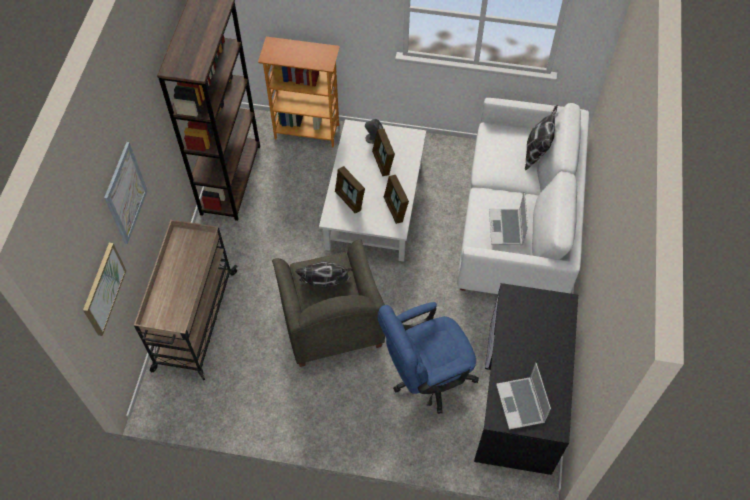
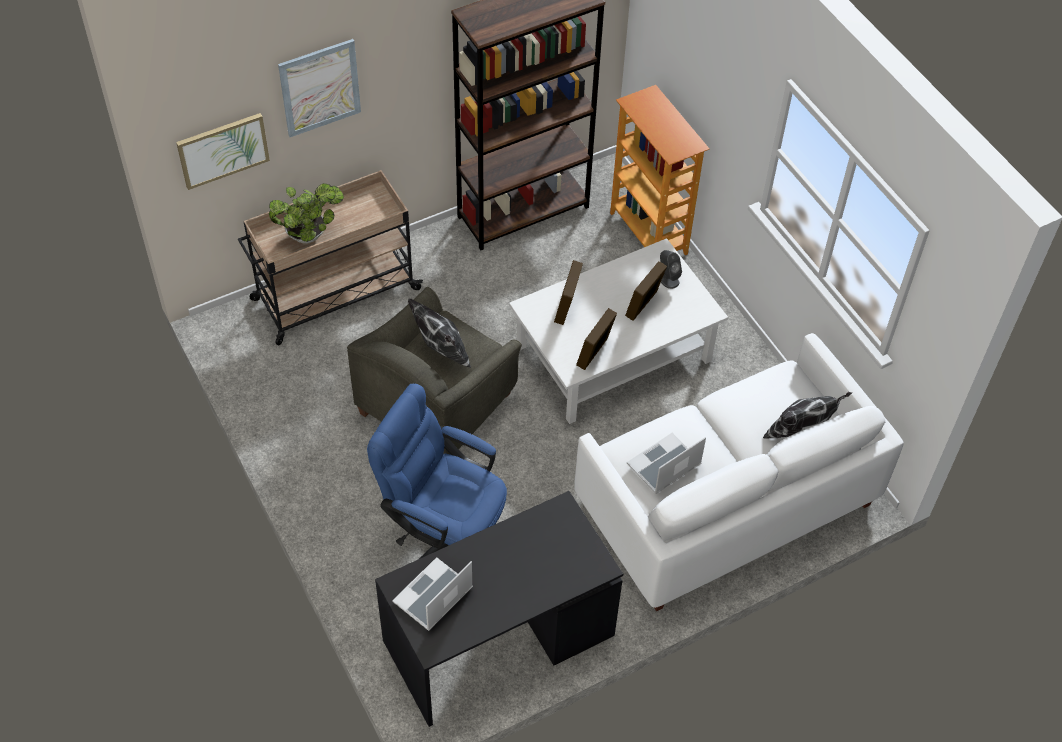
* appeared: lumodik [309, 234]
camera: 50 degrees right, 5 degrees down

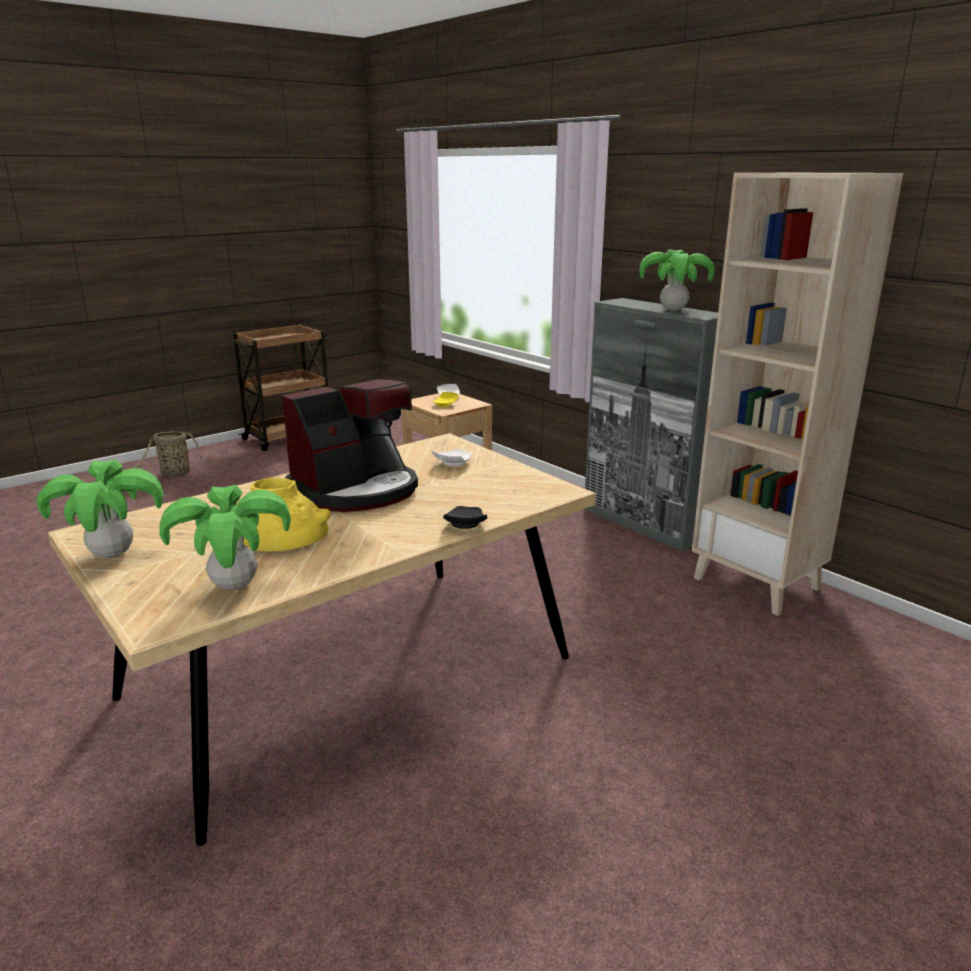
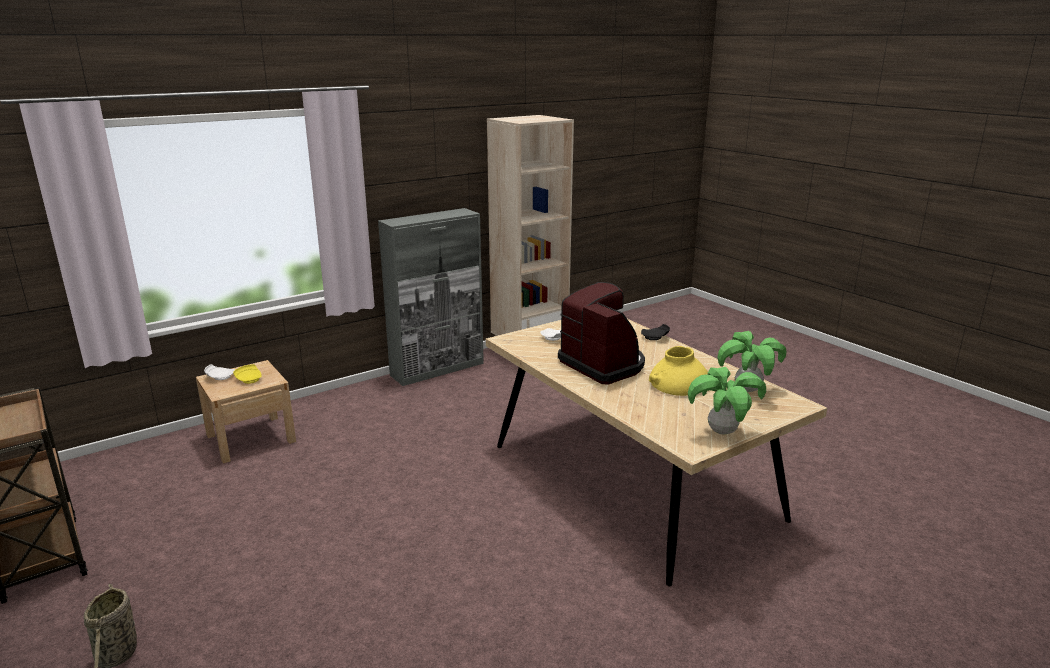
* missing: lumodik [673, 310]
camera: 85 degrees left, 0 degrees up

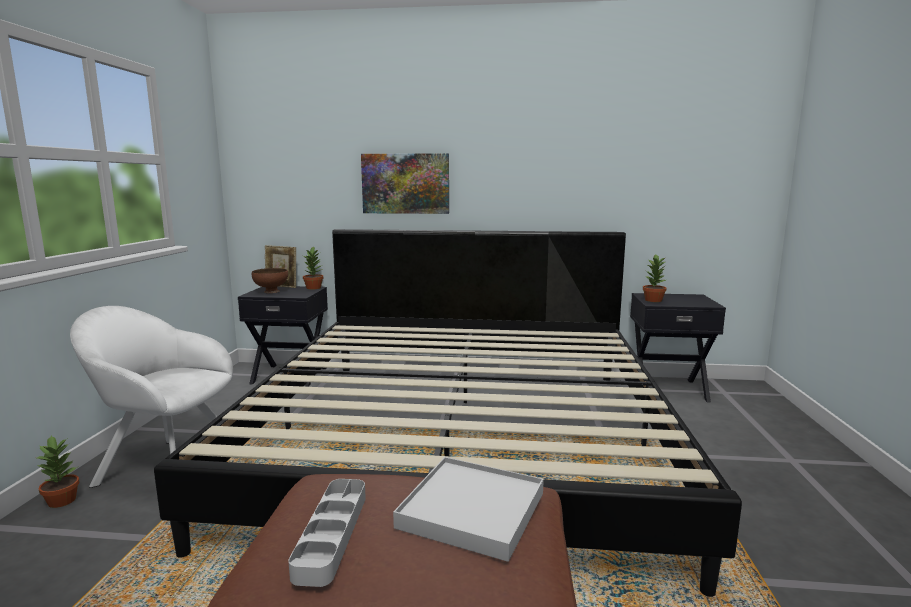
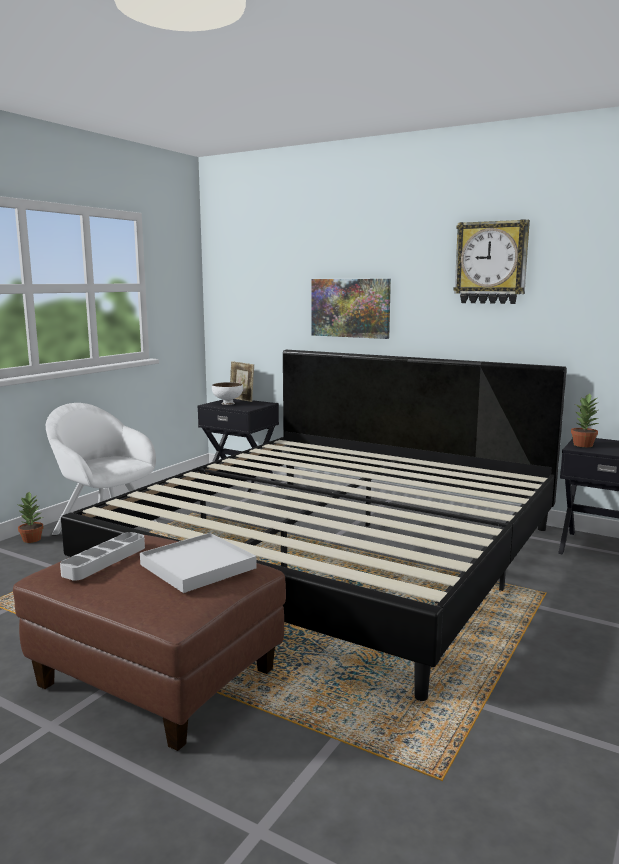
* colour: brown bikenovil [271, 291] to white bikenovil [227, 403]
* appeared: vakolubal [491, 263]
* missing: lumodik [314, 288]
camera: 25 degrees right, 0 degrees up

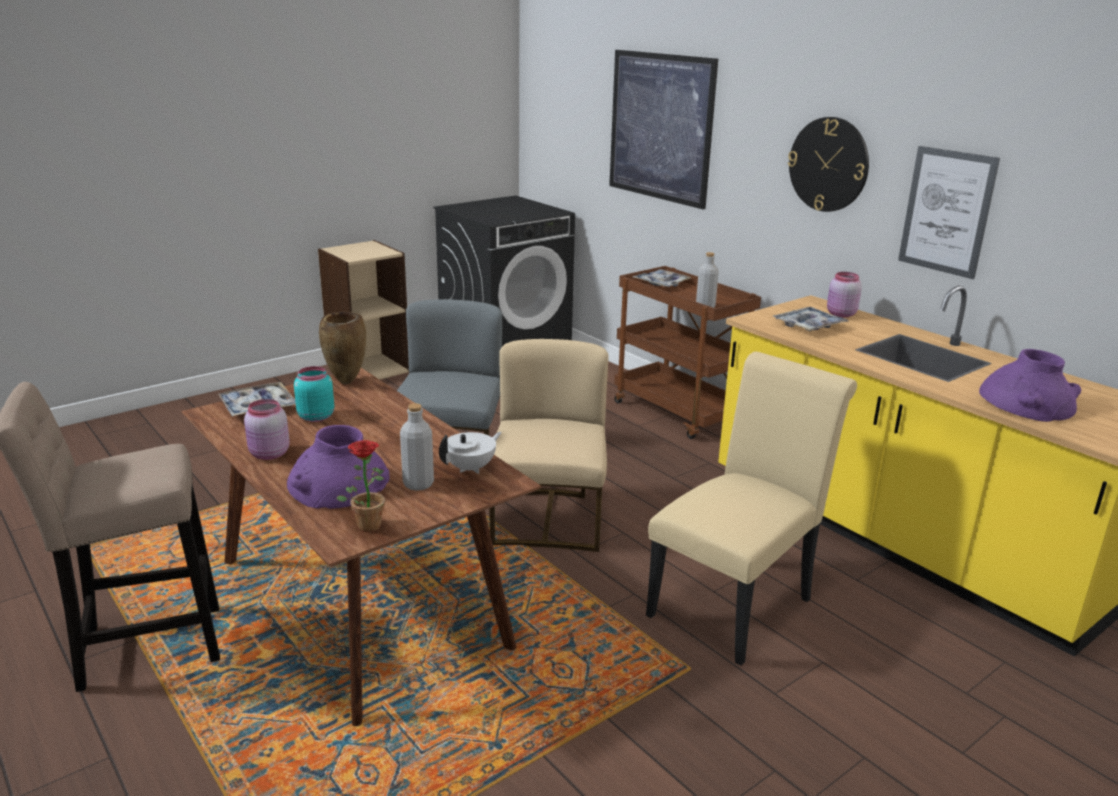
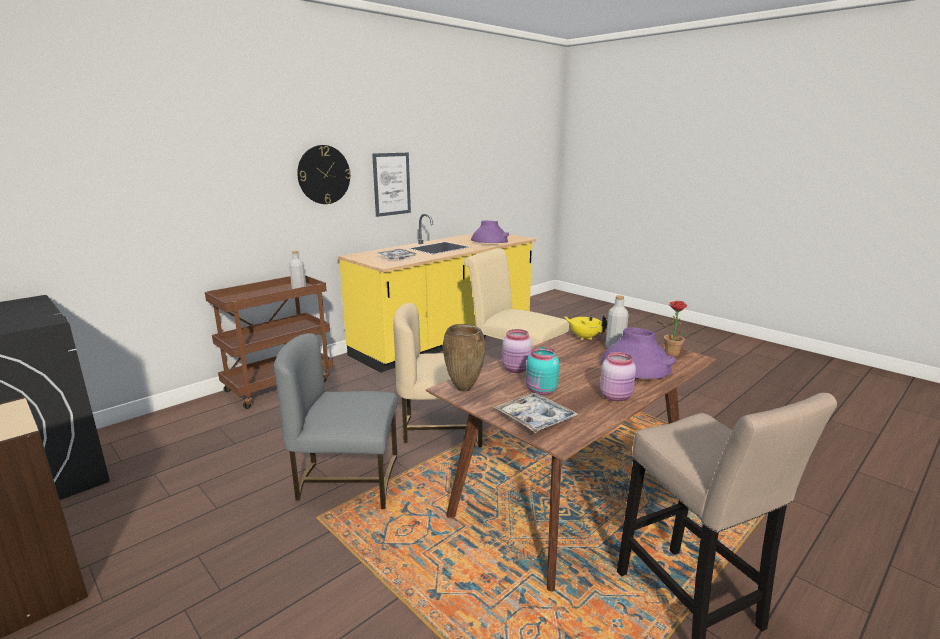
* relocated: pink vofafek [840, 314] to [517, 369]
* colour: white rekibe [471, 468] to yellow rekibe [584, 337]
* missing: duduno [660, 127]
* missing: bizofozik [661, 283]
camera: 95 degrees left, 5 degrees down

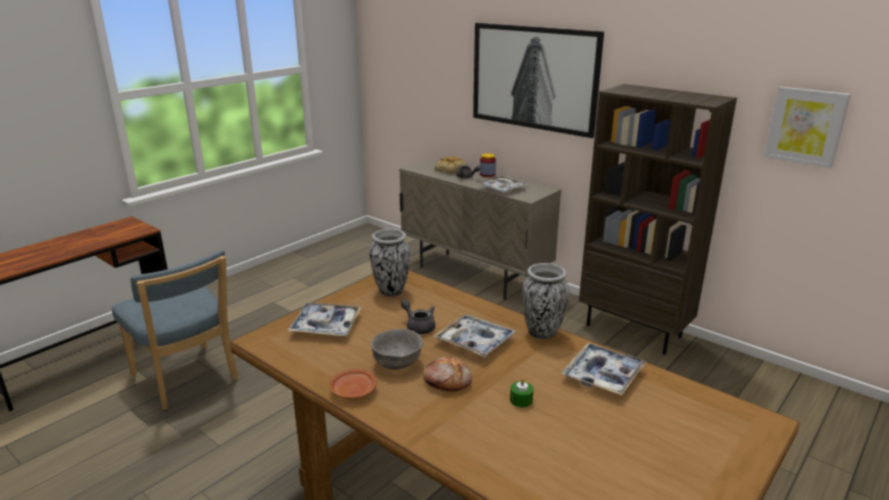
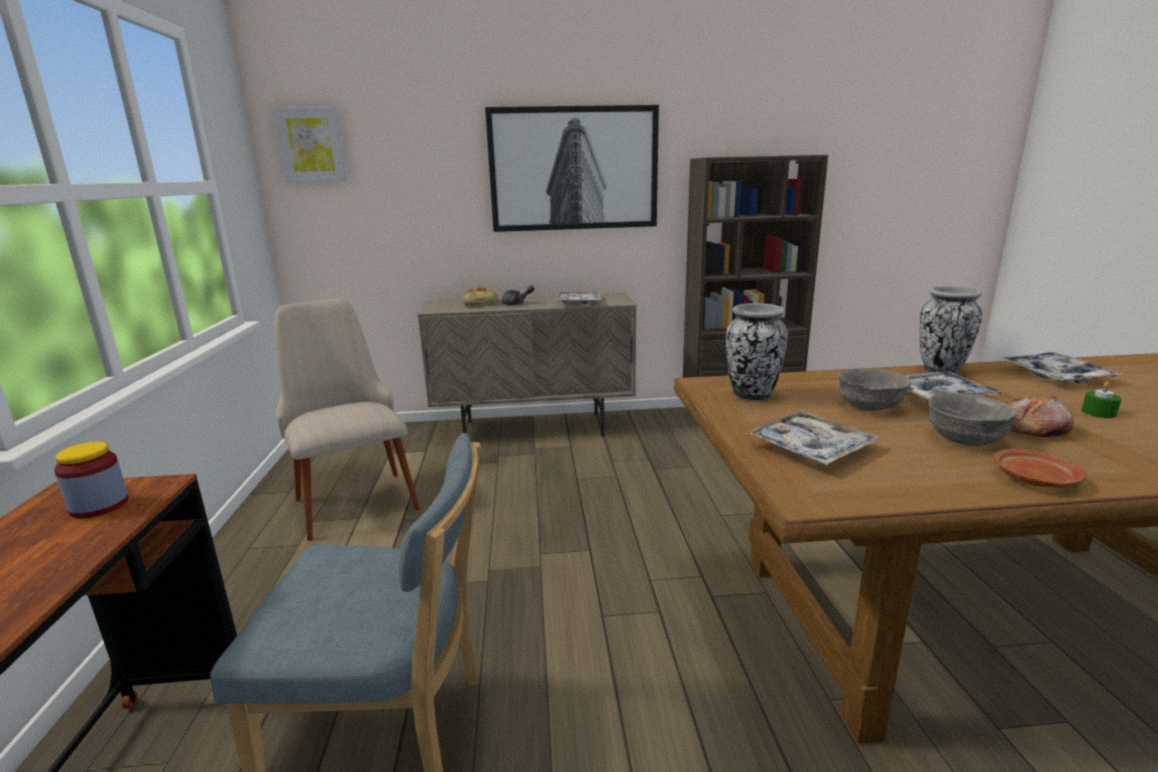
* relocated: vofafek [487, 174] to [99, 506]
* relocated: duduno [805, 126] to [312, 145]
* appeared: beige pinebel [352, 495]
* exchanged: grey rekibe [418, 326] to grey bikenovil [870, 407]
camera: 45 degrees left, 5 degrees down

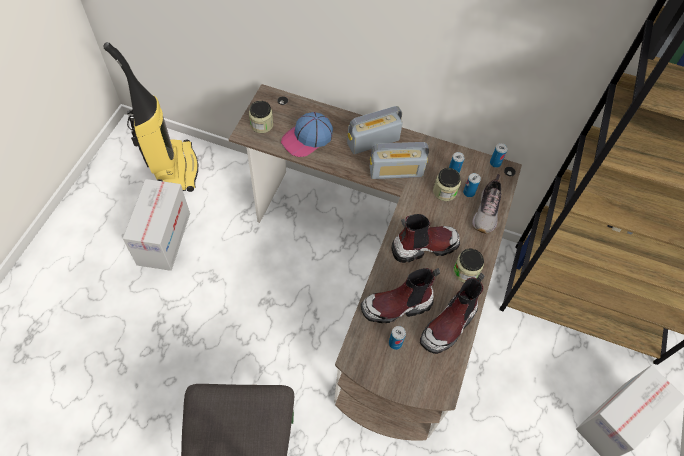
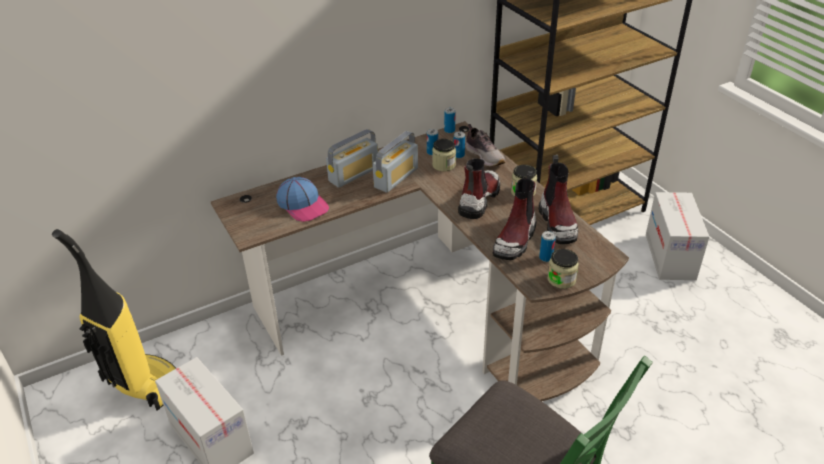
* spun: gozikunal [307, 138] = [303, 205] 45 degrees counterclockwise
* spun: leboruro [373, 142] = [354, 174] 150 degrees counterclockwise
* relocated: vofafek [262, 124] to [561, 279]
camera: 45 degrees left, 20 degrees down

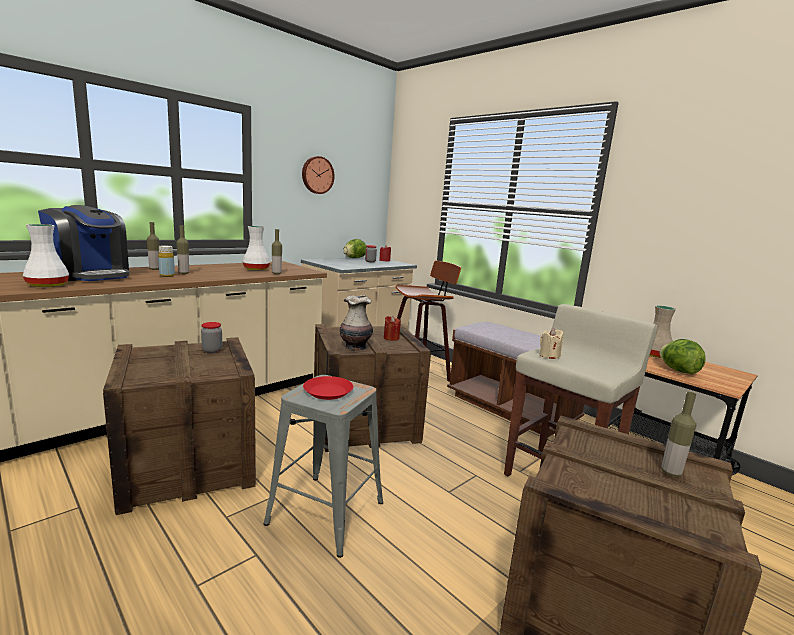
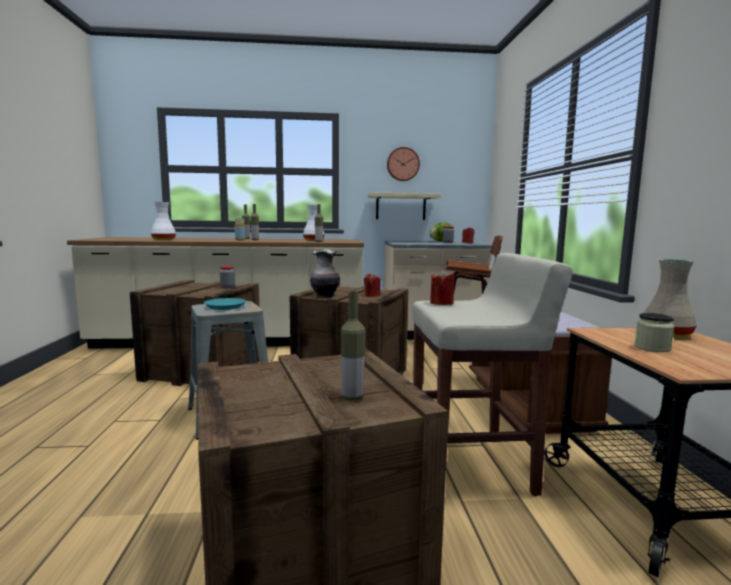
* colour: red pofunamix [327, 391] to turquoise pofunamix [225, 307]
* appeared: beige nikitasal [400, 207]
* colour: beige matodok [549, 356] to red matodok [441, 303]
* exchanged: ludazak [678, 370] to vofafek [652, 348]
* missing: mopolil [91, 275]
camera: 40 degrees right, 5 degrees down

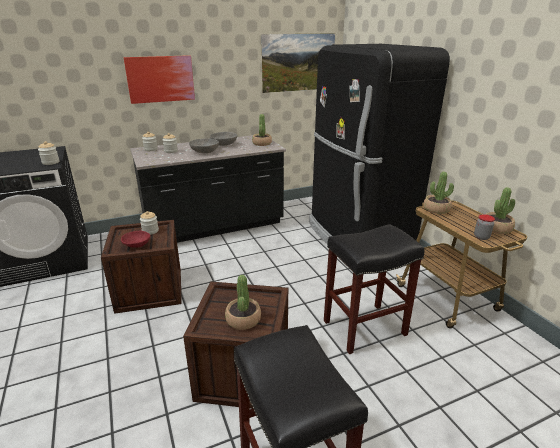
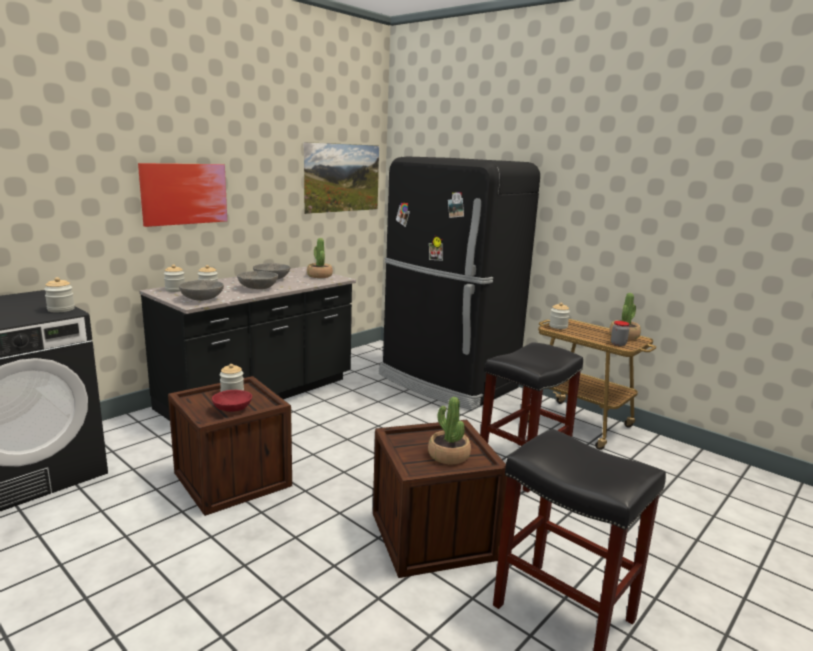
* appeared: grey bikenovil [201, 299]
* exchanged: lumodik [436, 209] to vofafek [558, 326]
camera: 25 degrees left, 10 degrees down

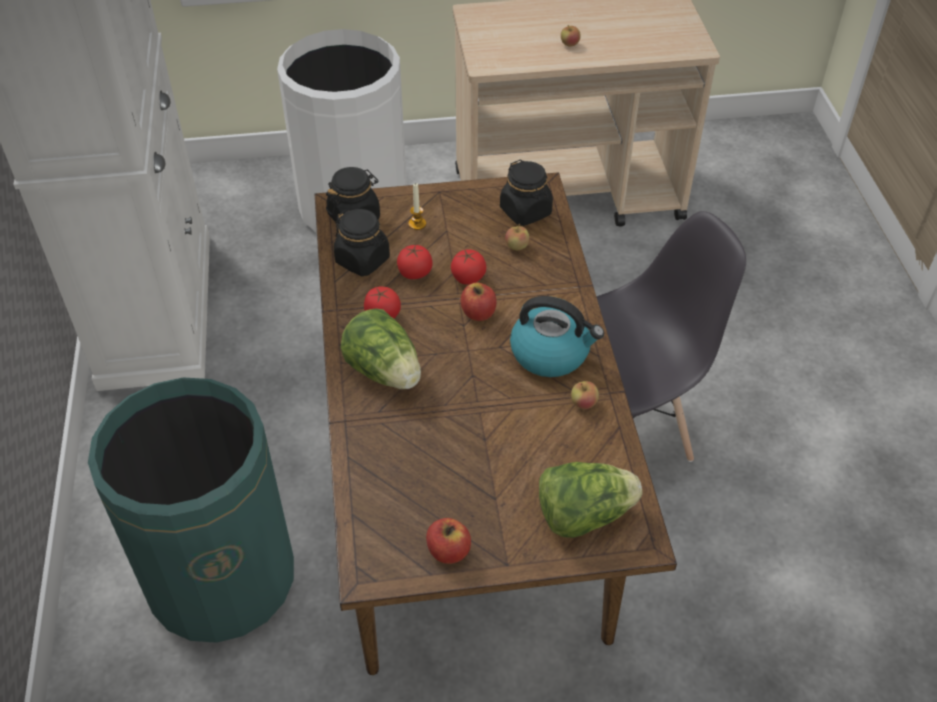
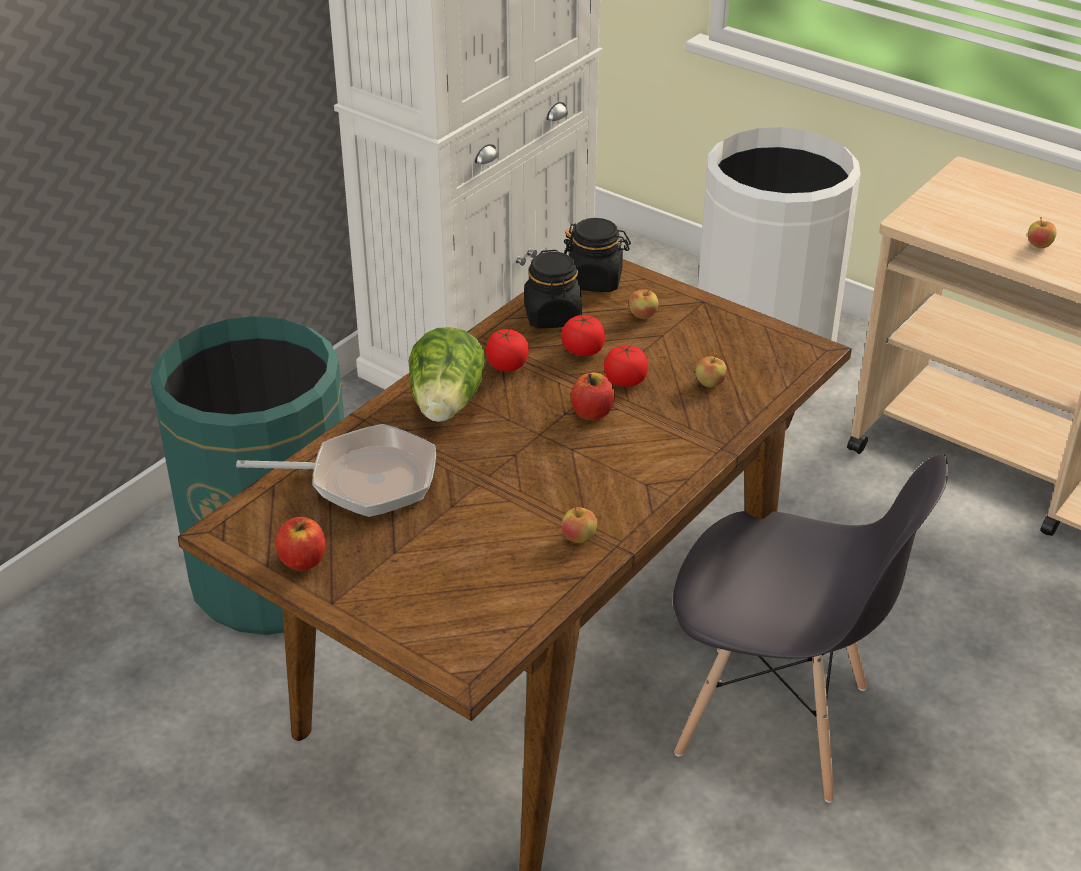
* appeared: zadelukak [364, 479]
* exchanged: matodok [417, 224] to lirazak [643, 315]
* missing: black vofafek [526, 211]
* missing: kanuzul [551, 353]
* missing: ludazak [583, 515]
camera: 45 degrees right, 10 degrees down

